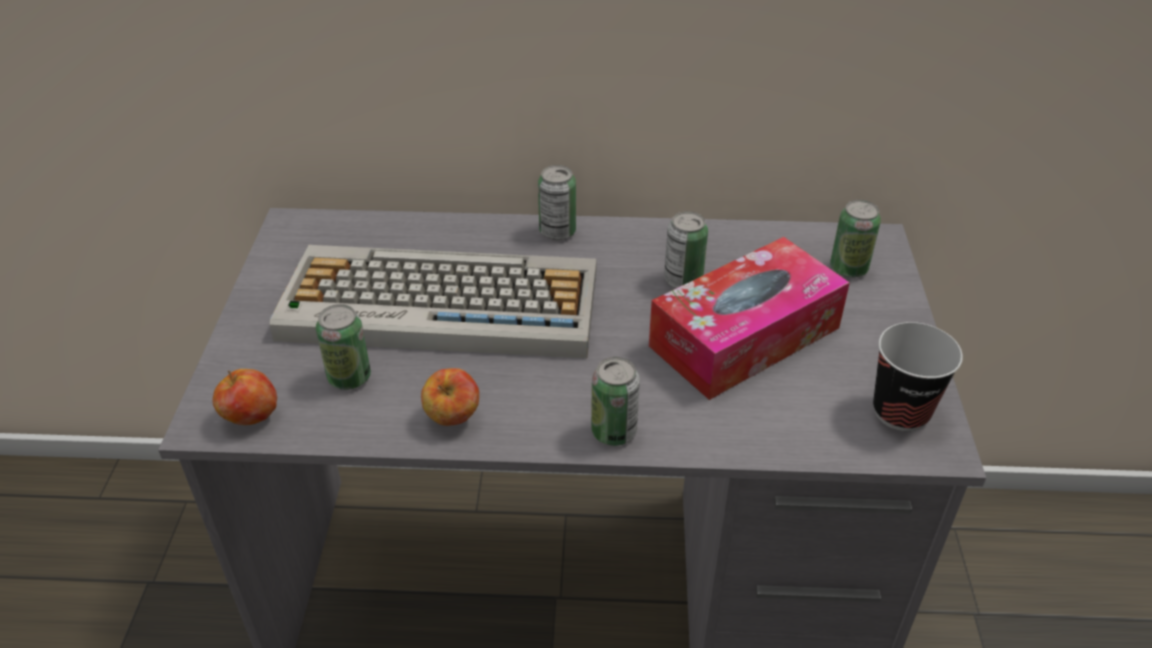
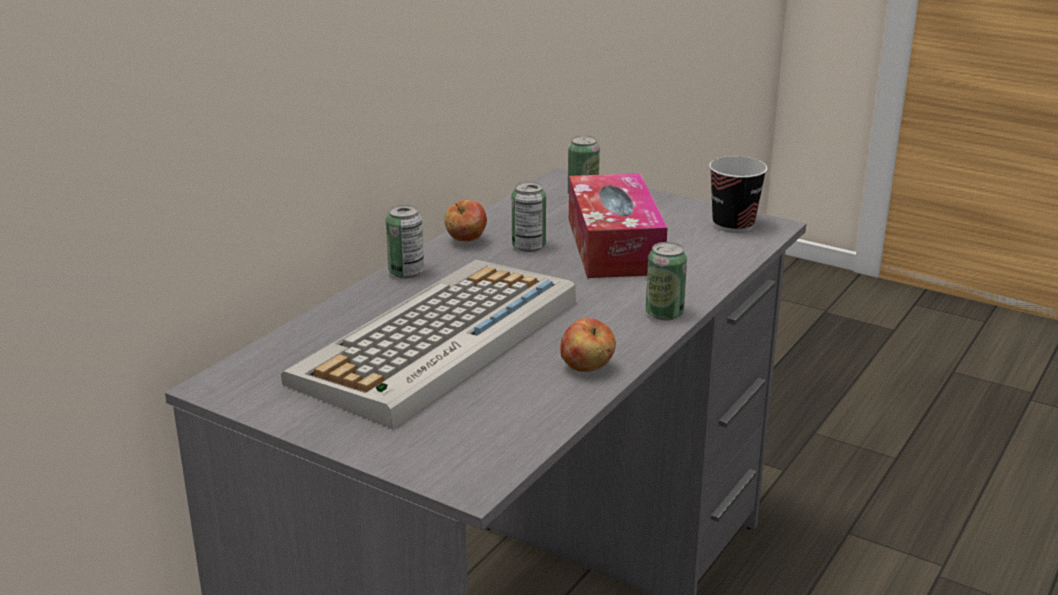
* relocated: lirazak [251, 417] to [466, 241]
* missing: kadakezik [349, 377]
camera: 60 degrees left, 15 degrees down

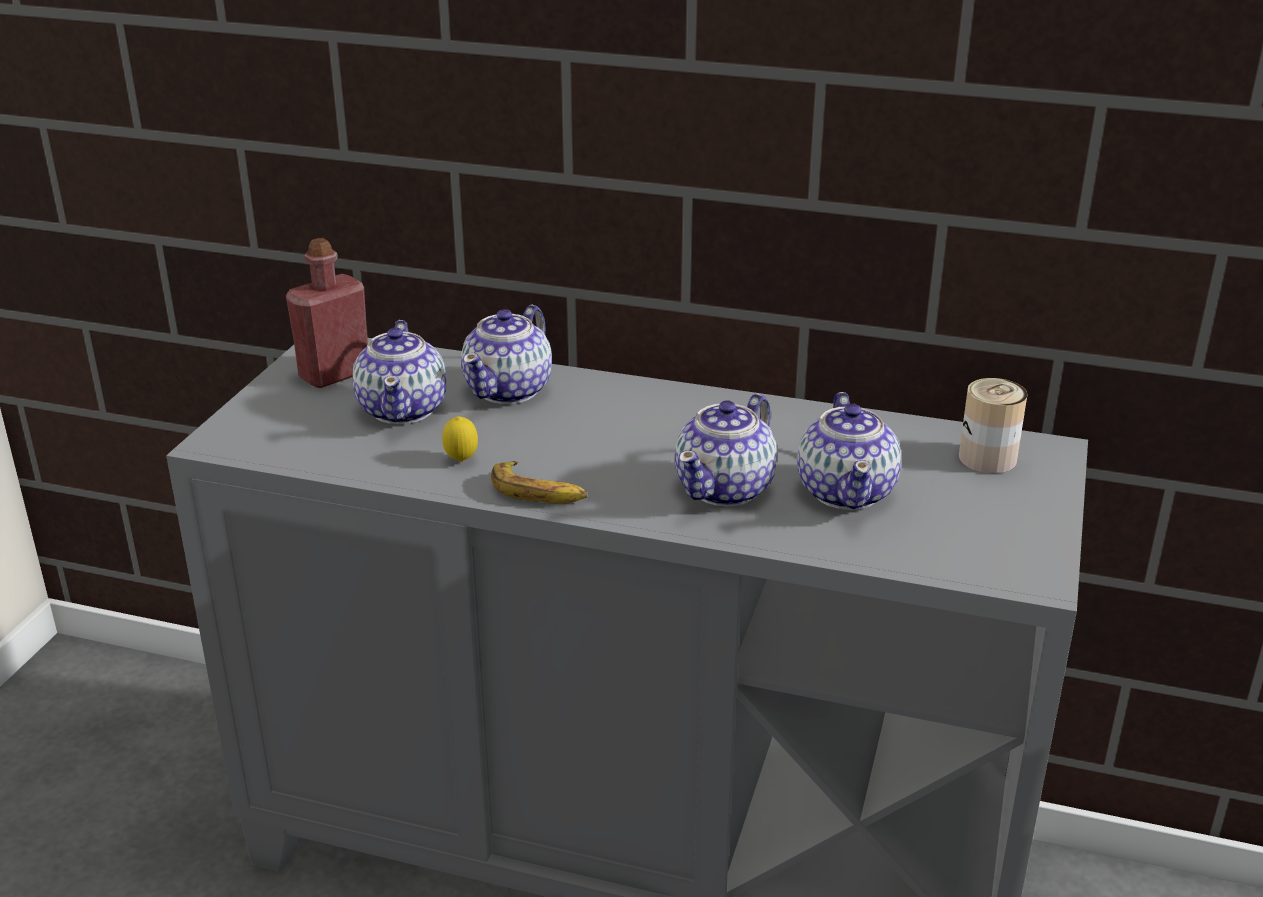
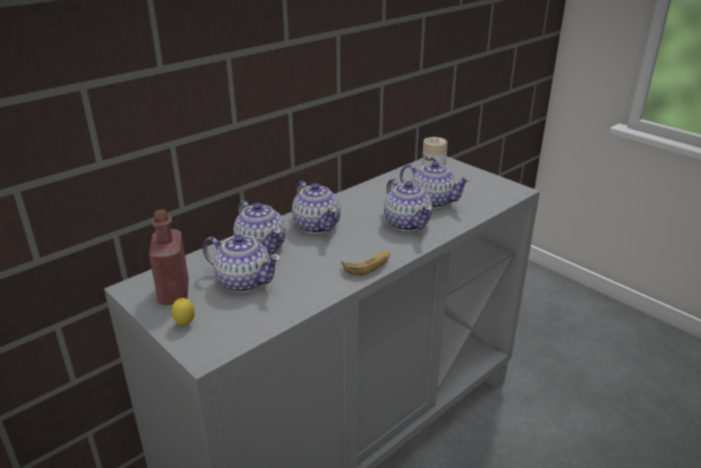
* relocated: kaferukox [461, 461] to [185, 324]
* appeared: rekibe [317, 225]
camera: 60 degrees left, 0 degrees up

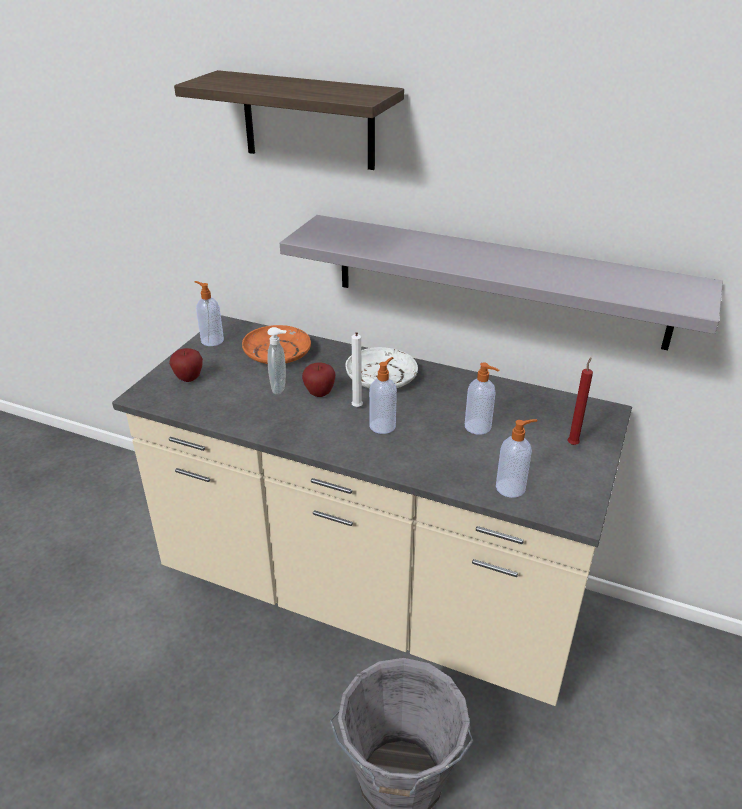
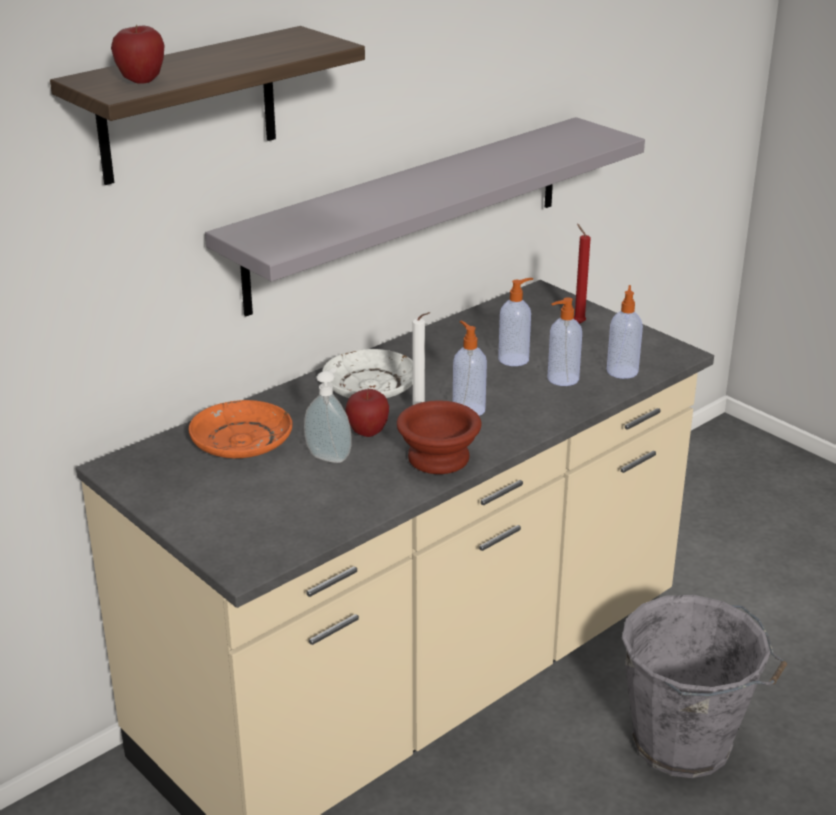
* relocated: lirazak [189, 378] to [141, 81]
* appeared: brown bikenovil [437, 459]
* relocated: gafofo [211, 340] to [562, 379]
camera: 65 degrees left, 5 degrees down

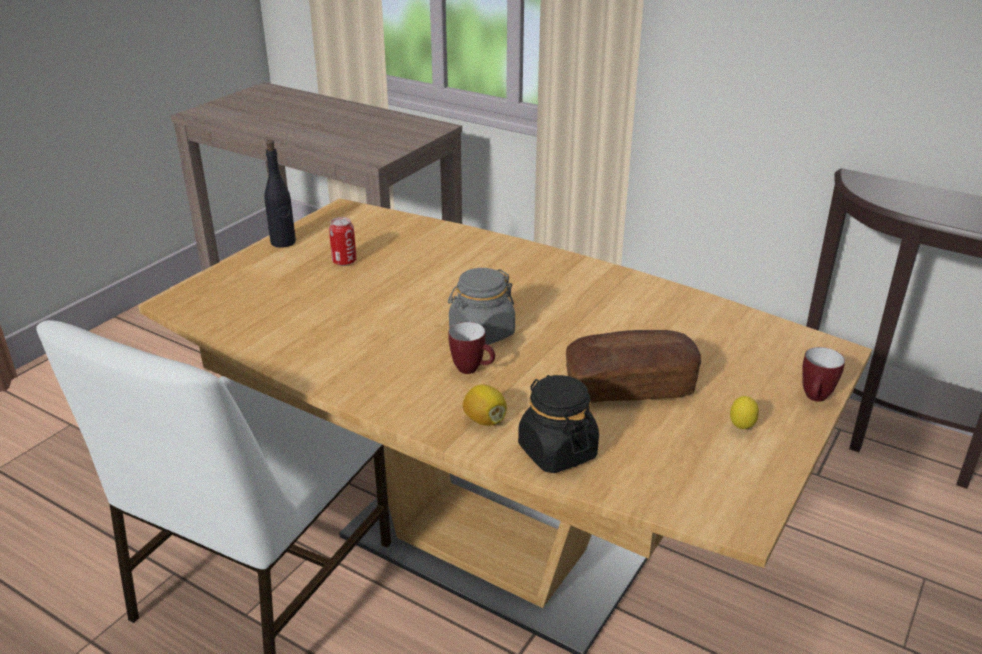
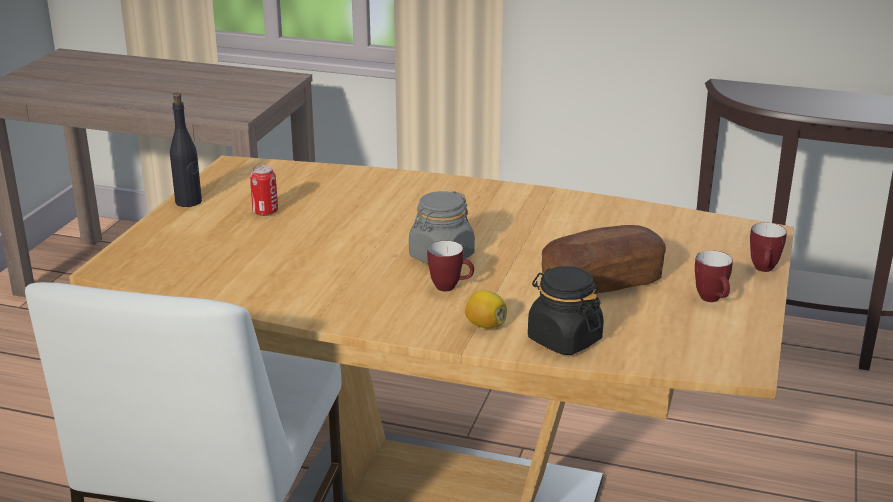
* exchanged: kaferukox [741, 428] to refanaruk [713, 300]
camera: 15 degrees left, 5 degrees down

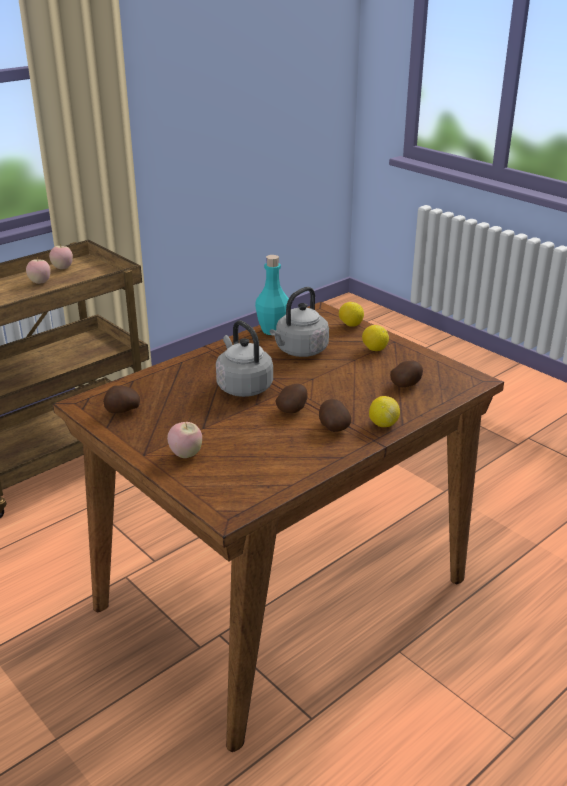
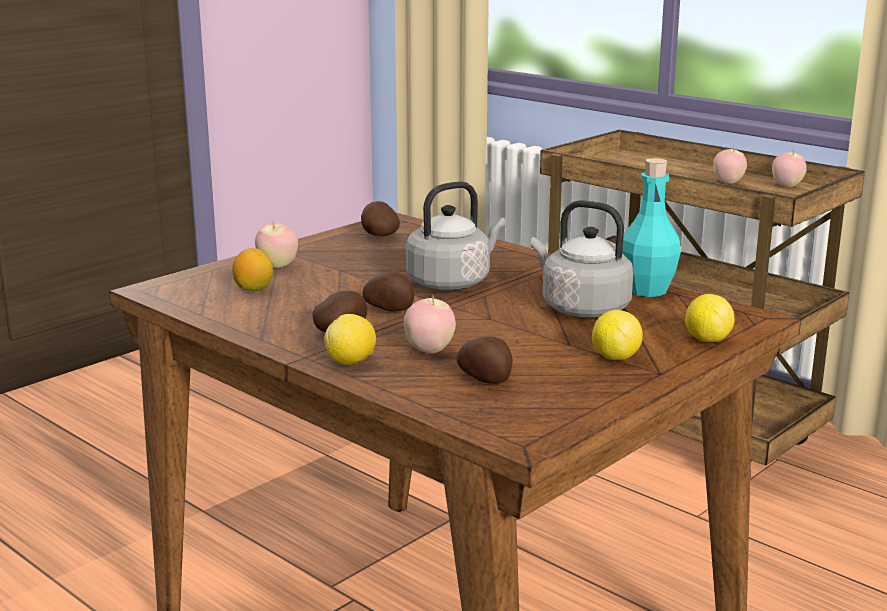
* appeared: kaferukox [254, 289]
* appeared: lirazak [429, 350]
camera: 85 degrees right, 10 degrees down

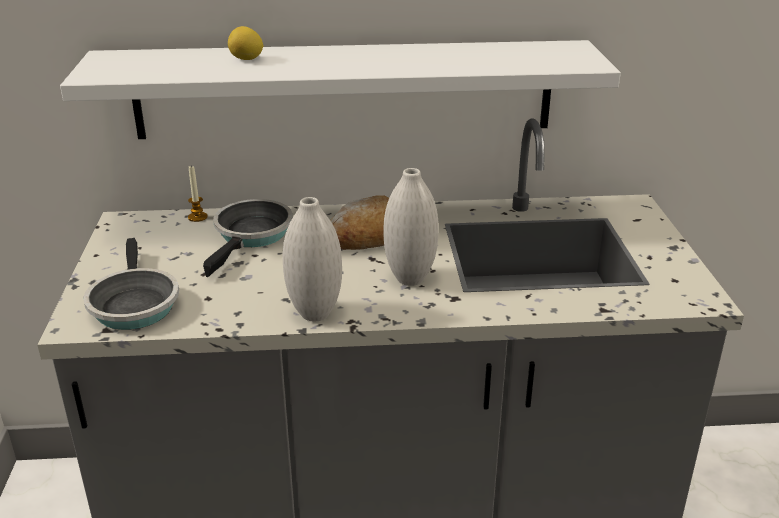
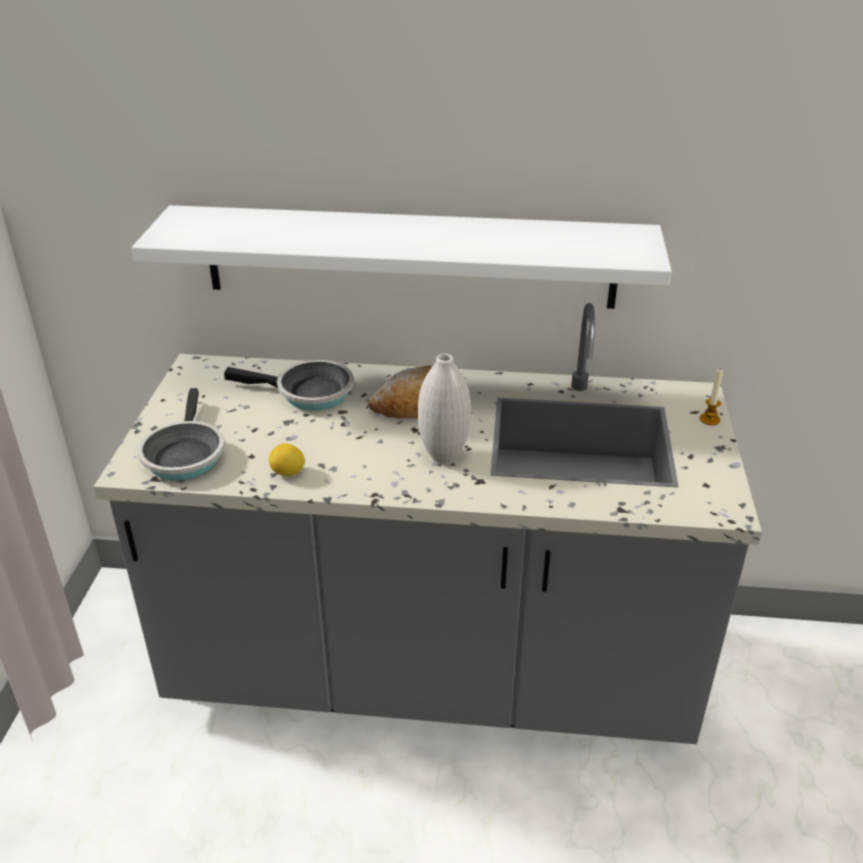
* spun: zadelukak [251, 236] = [308, 393] 75 degrees clockwise
* relocated: kaferukox [246, 59] to [288, 473]
* relocated: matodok [197, 217] to [709, 419]
* missing: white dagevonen [315, 314]
camera: 10 degrees right, 5 degrees up

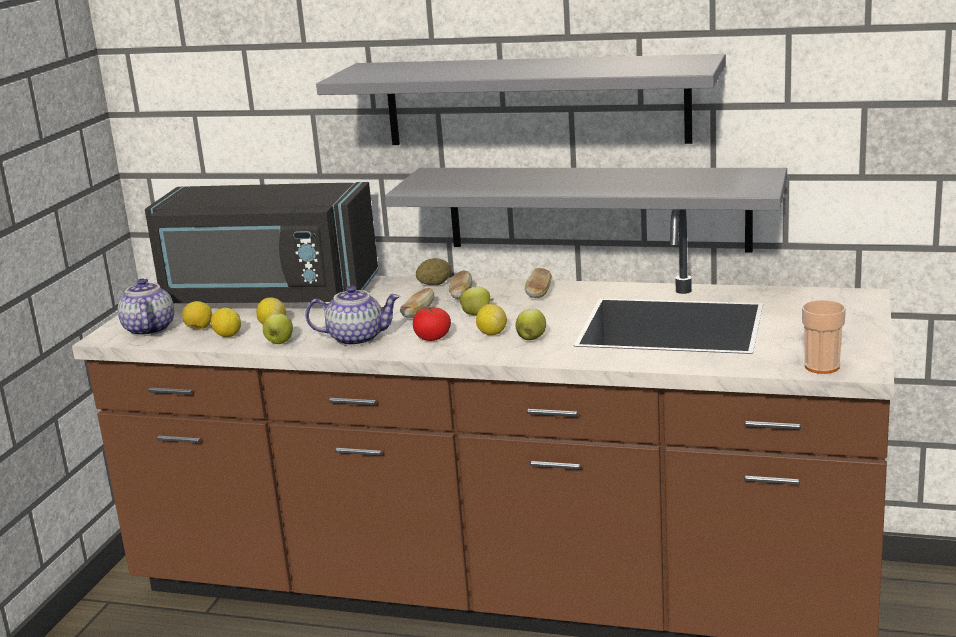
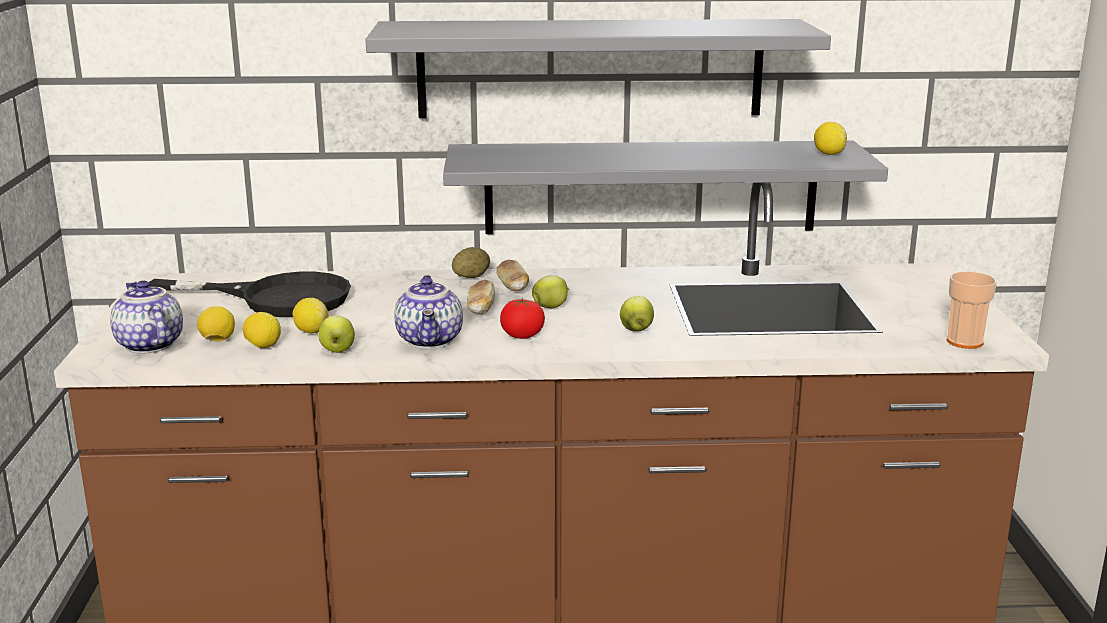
* exchanged: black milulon [268, 296] to black zadelukak [277, 298]
* spun: rekibe [357, 338] = [431, 340] 105 degrees clockwise
* relocated: kaferukox [492, 333] to [828, 154]
* missing: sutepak [539, 294]
camera: 20 degrees left, 0 degrees up

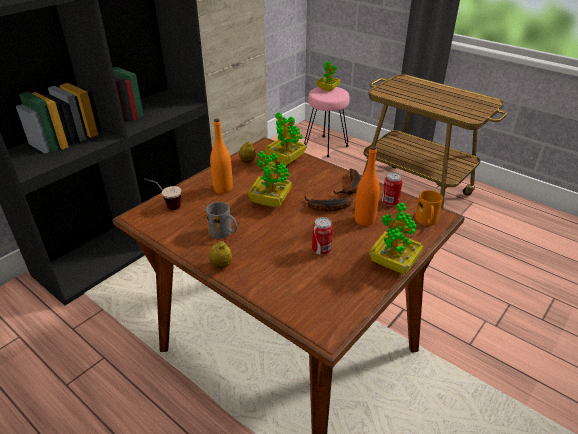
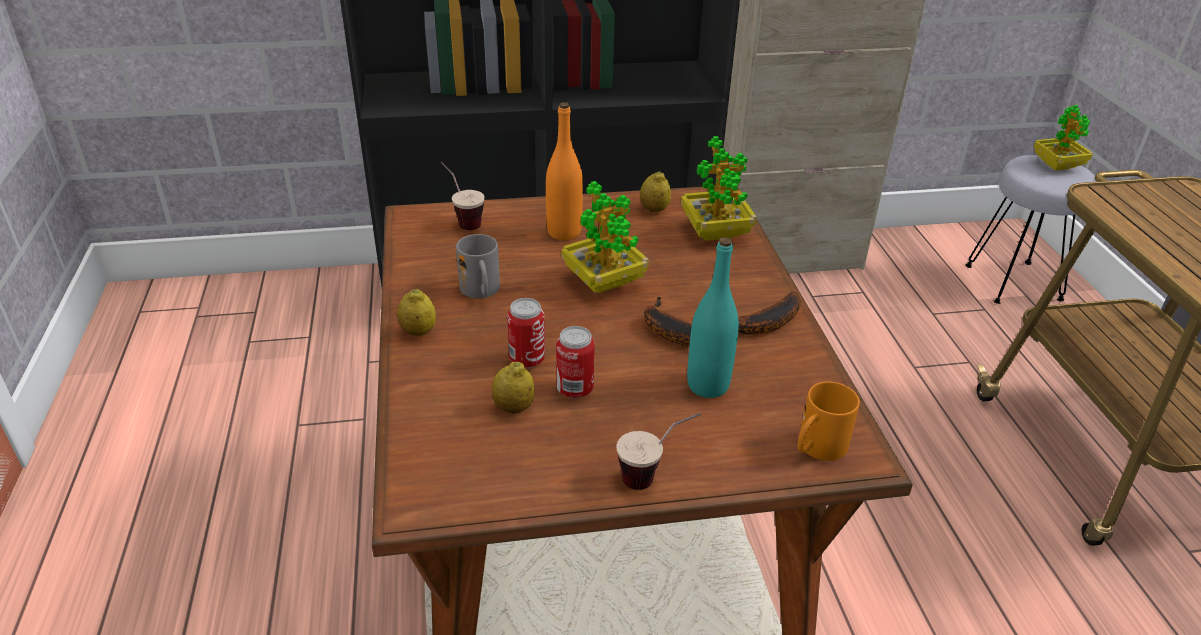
* appeared: kaferukox [514, 408]
* relocated: kadakezik [390, 202] to [527, 360]
* exchanged: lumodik [393, 263] to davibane [655, 476]
* colour: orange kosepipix [364, 220] to turquoise kosepipix [708, 385]
* colour: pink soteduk [326, 146] to grey soteduk [1014, 282]
camera: 40 degrees right, 0 degrees up

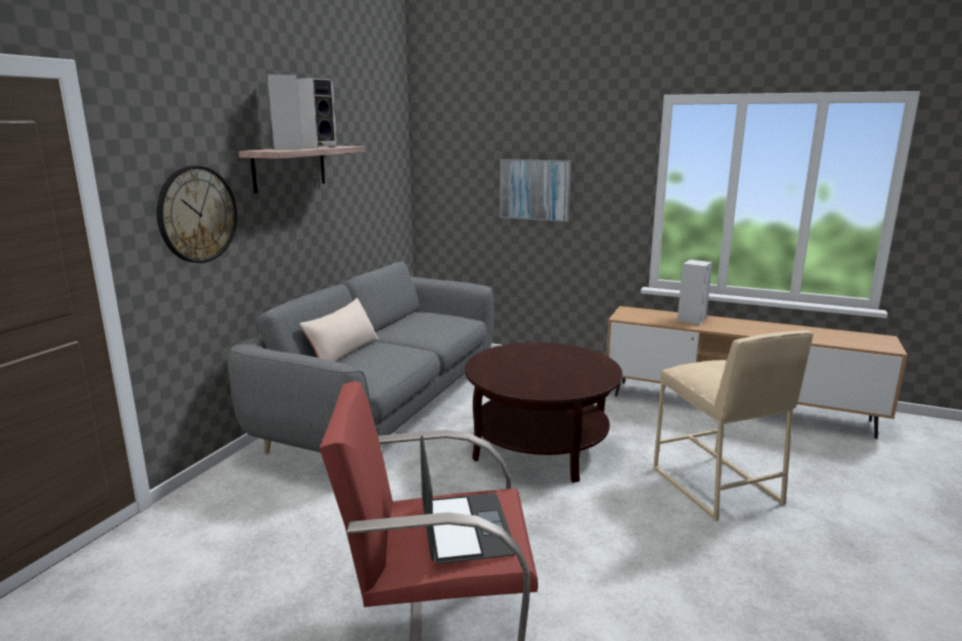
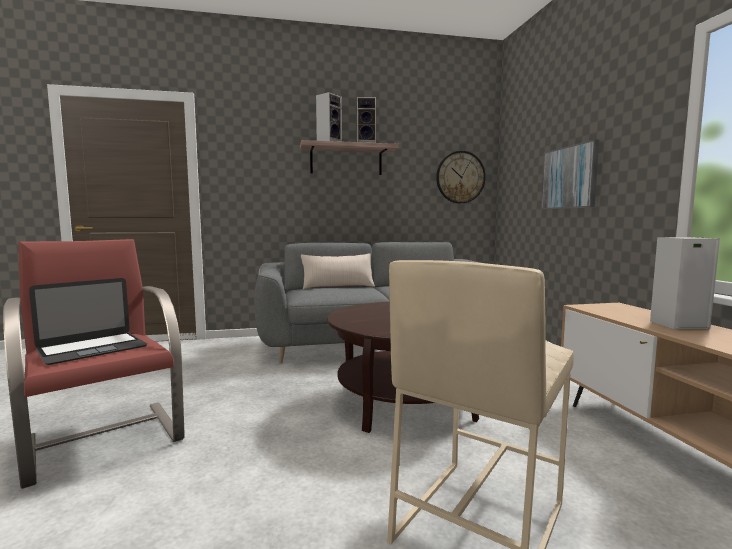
* relocated: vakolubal [197, 214] to [460, 177]
camera: 55 degrees right, 10 degrees down

